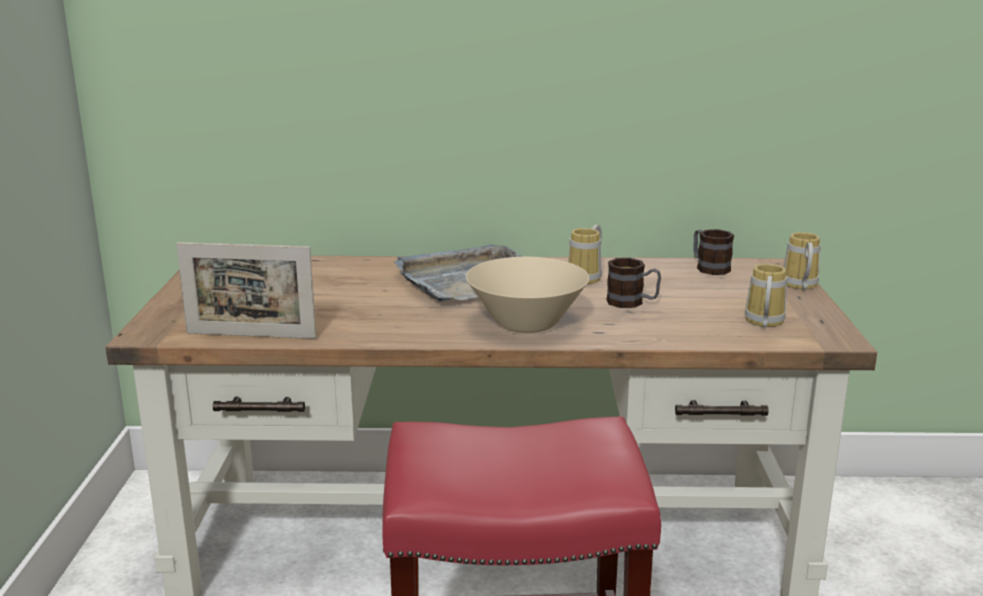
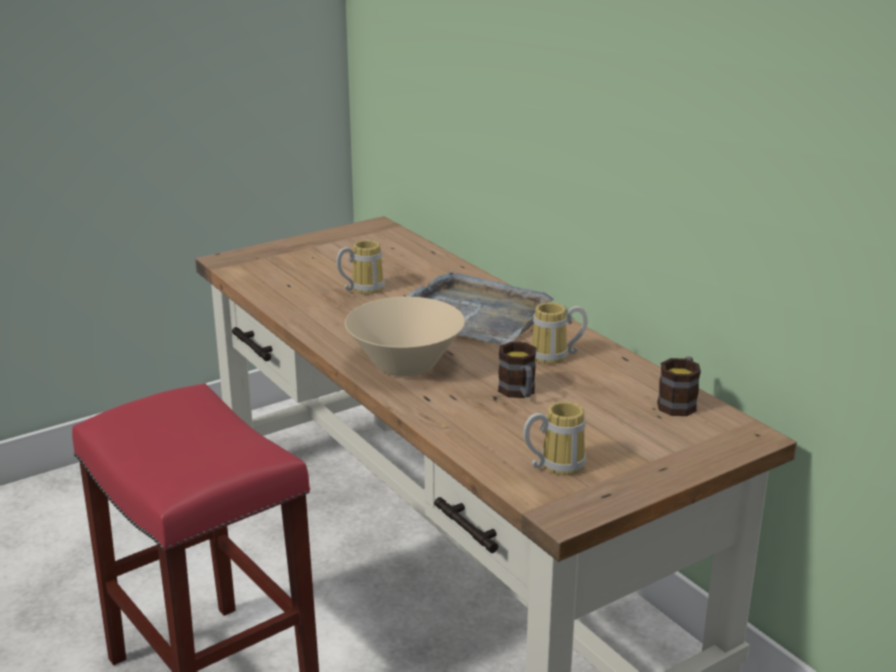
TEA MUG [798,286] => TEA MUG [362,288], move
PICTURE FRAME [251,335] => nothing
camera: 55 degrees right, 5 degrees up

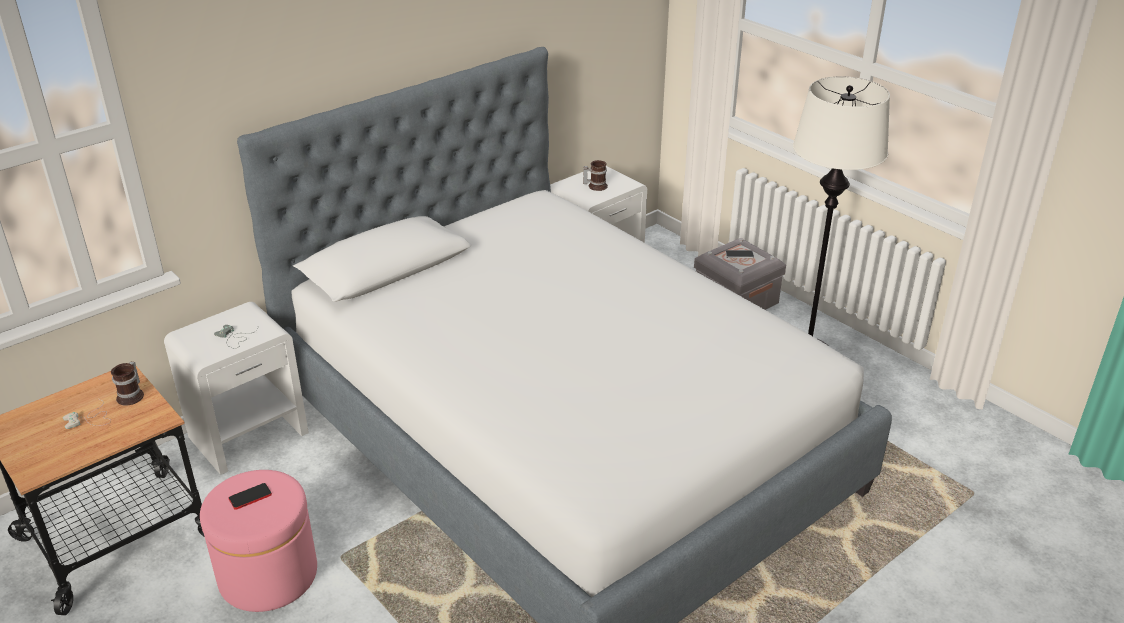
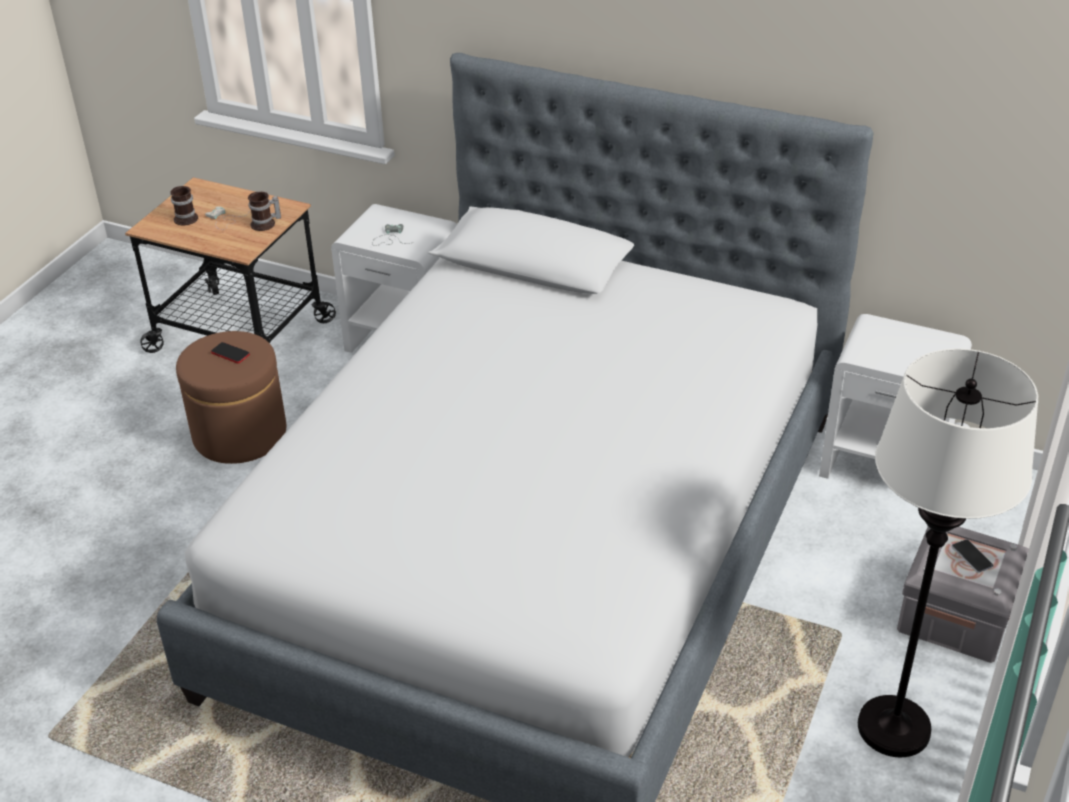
TEA MUG [595,186] => TEA MUG [186,217], move
PINK-COLOURED OTTOMAN [268,575] => BROWNISH OTTOMAN [240,434]
camera: 65 degrees right, 5 degrees up

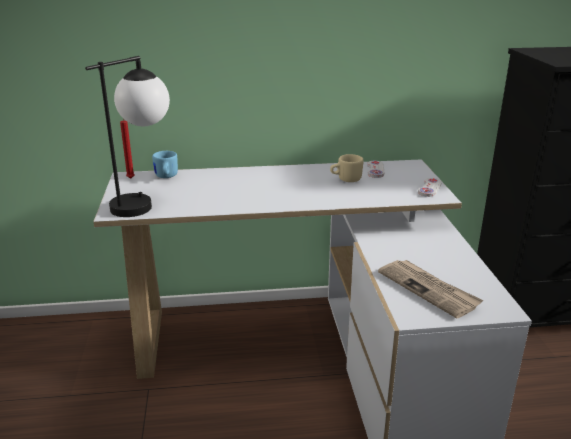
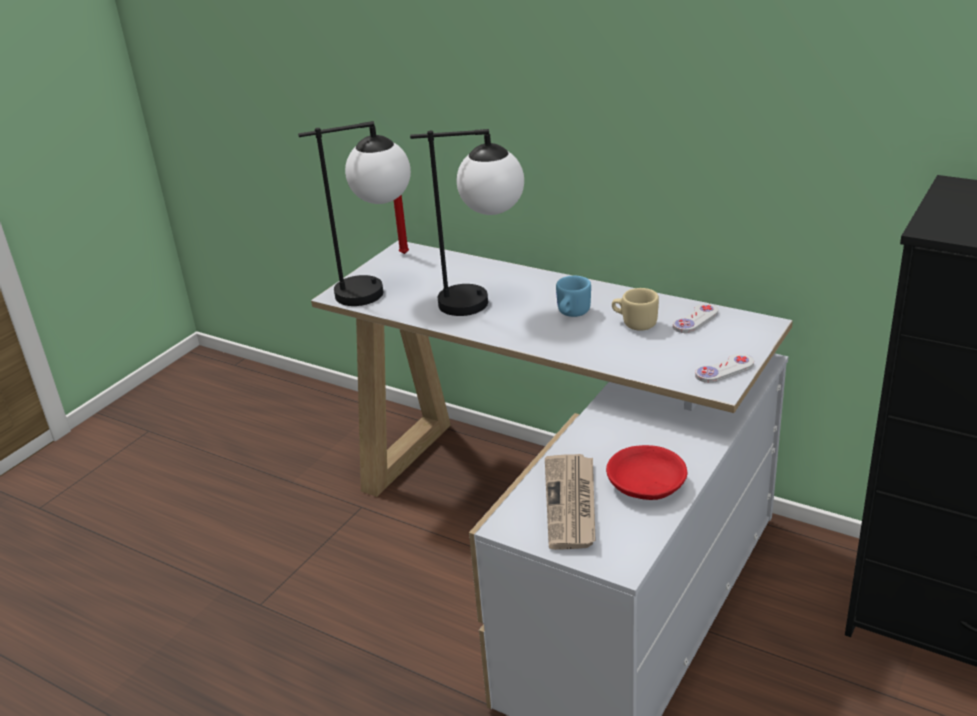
nothing => TABLE LAMP [484,302]
BLUE-COLOURED TEA MUG [166,177] => BLUE-COLOURED TEA MUG [571,314], move
nothing => RED DEEP DISH [646,484]
camera: 40 degrees right, 5 degrees up

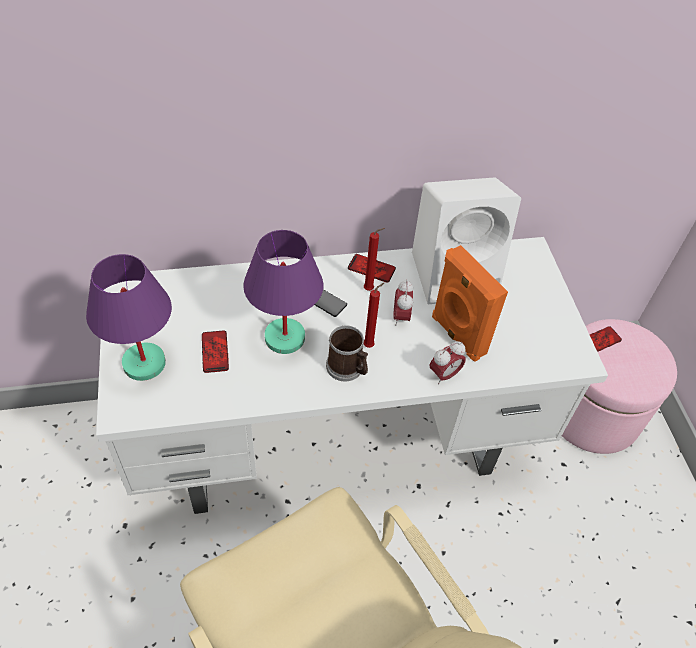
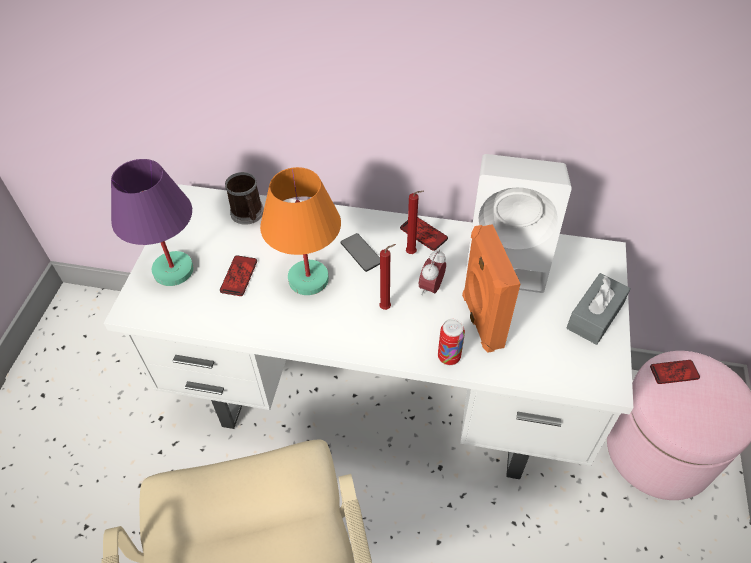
TEA MUG [347,368] => TEA MUG [248,215], move
PURPLE TABLE LAMP [284,338] => ORANGEY TABLE LAMP [307,279]
BEDSIDE CLOCK [444,374] => METAL CAN [449,357]
nothing => GRAY BOX OF TISSUES [595,316]
camera: 25 degrees right, 0 degrees up

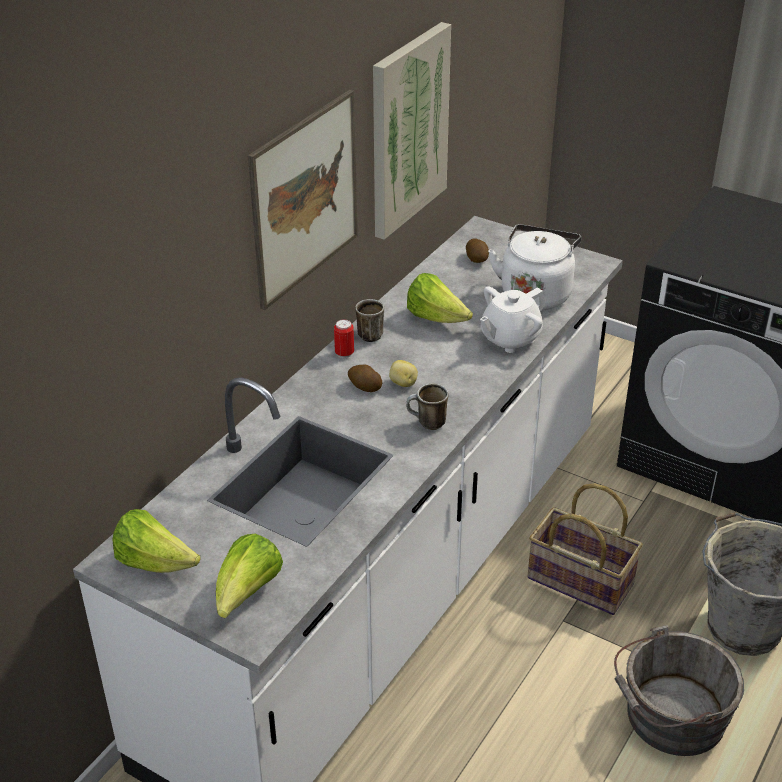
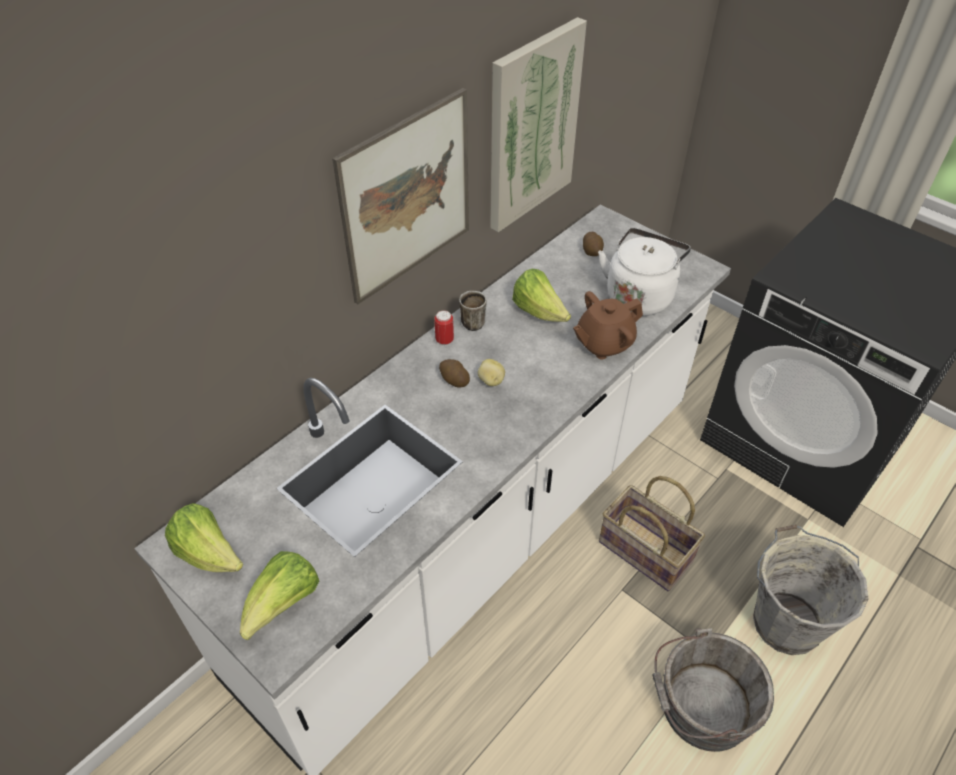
WHITISH TEA POT [510,339] => BROWNISH TEA POT [603,343]
TEA MUG [426,424] => nothing
camera: 10 degrees right, 10 degrees up

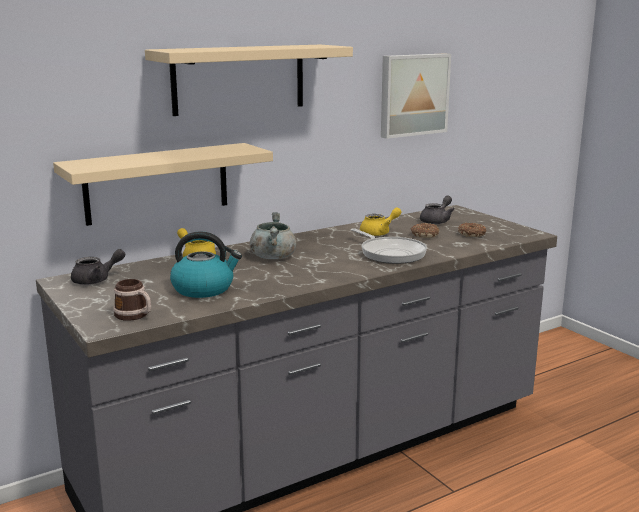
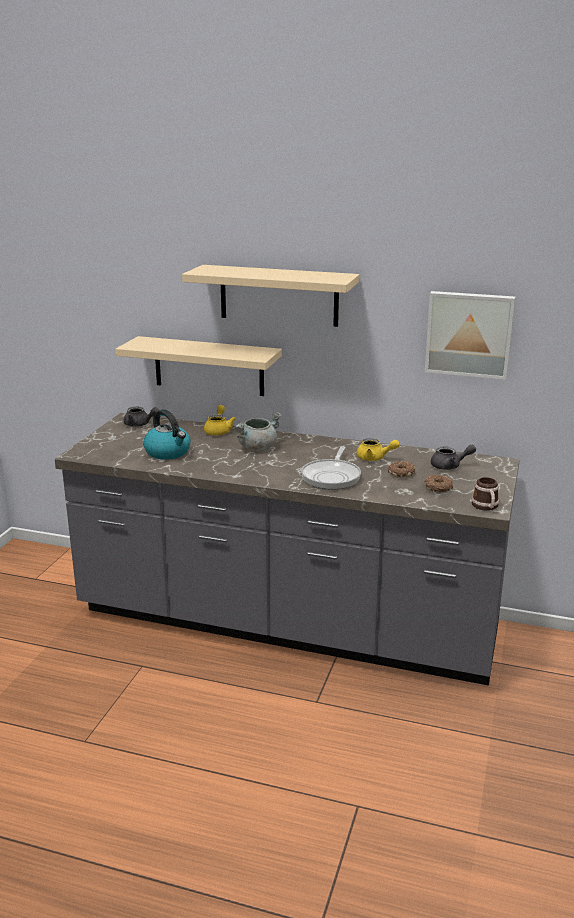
TEA MUG [135,316] => TEA MUG [486,507], move
camera: 50 degrees right, 5 degrees up

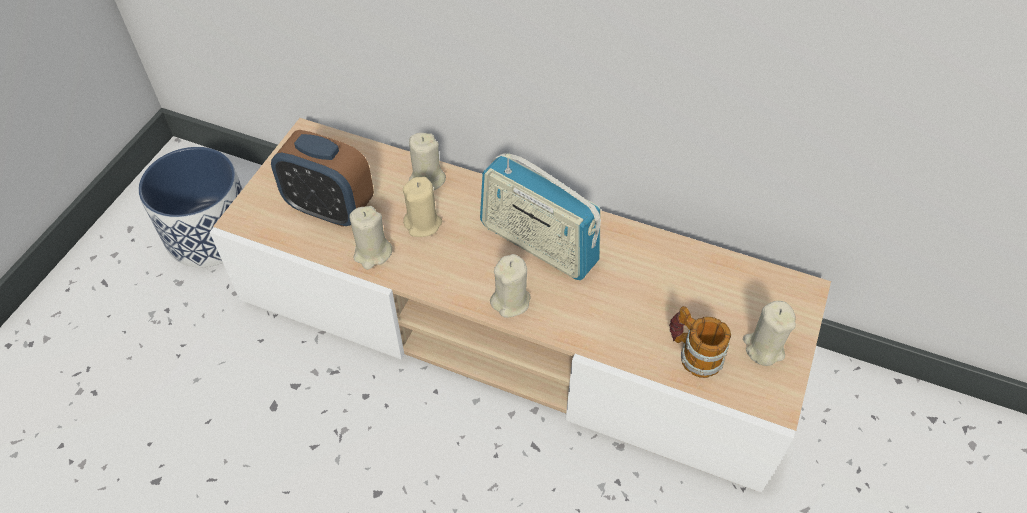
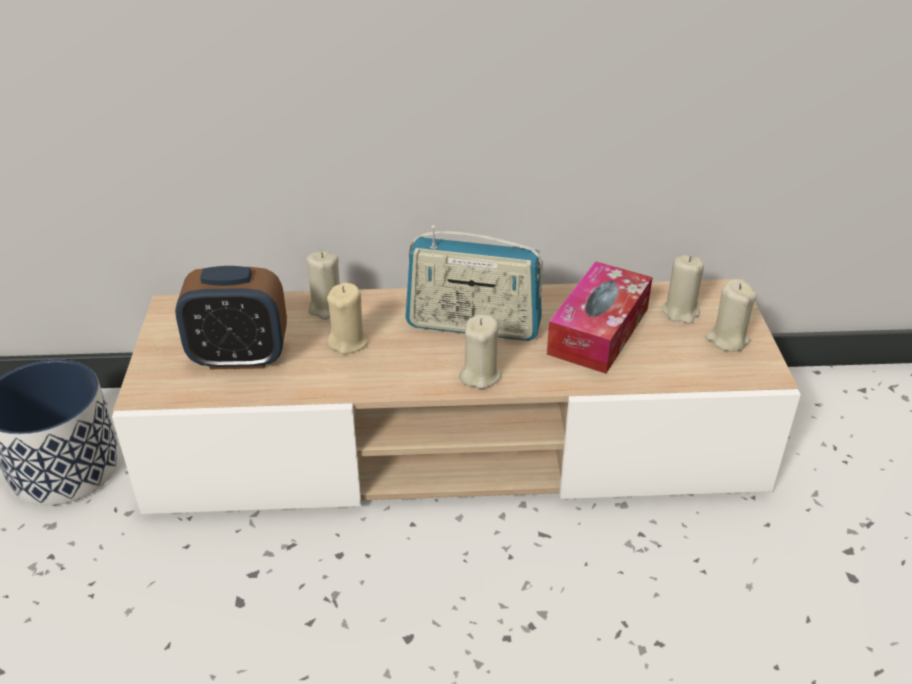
nothing => BOX OF TISSUES [598,331]
BEIGE WAX CANDLE [372,253] => BEIGE WAX CANDLE [681,312], move
TEA MUG [693,354] => nothing
camera: 25 degrees left, 15 degrees down

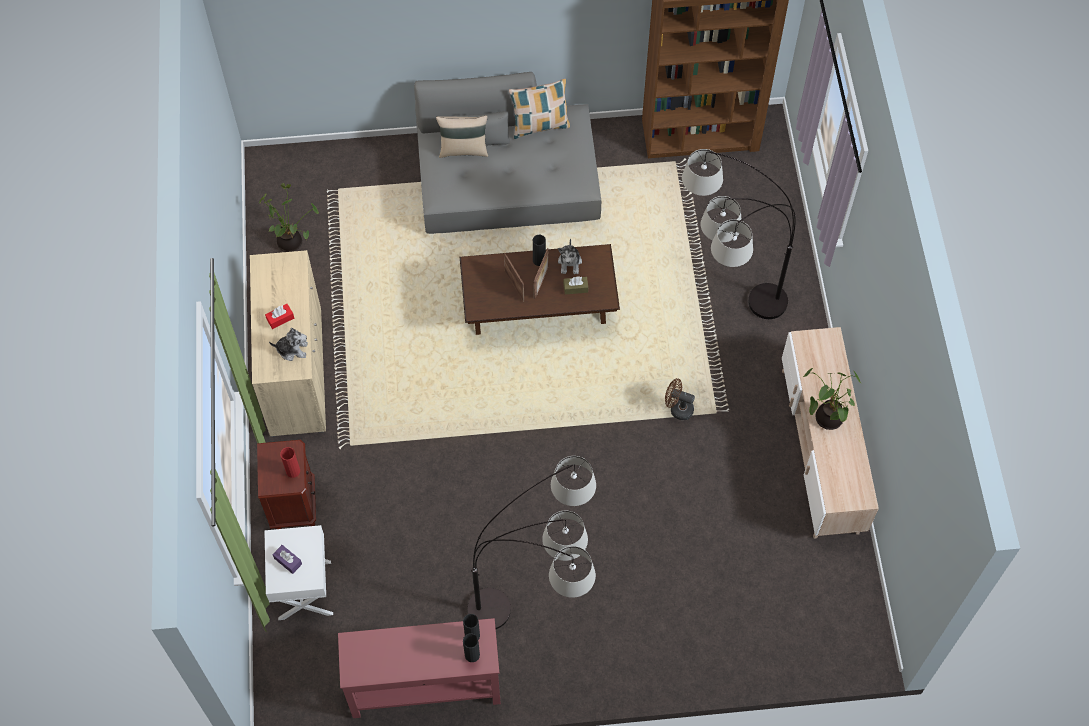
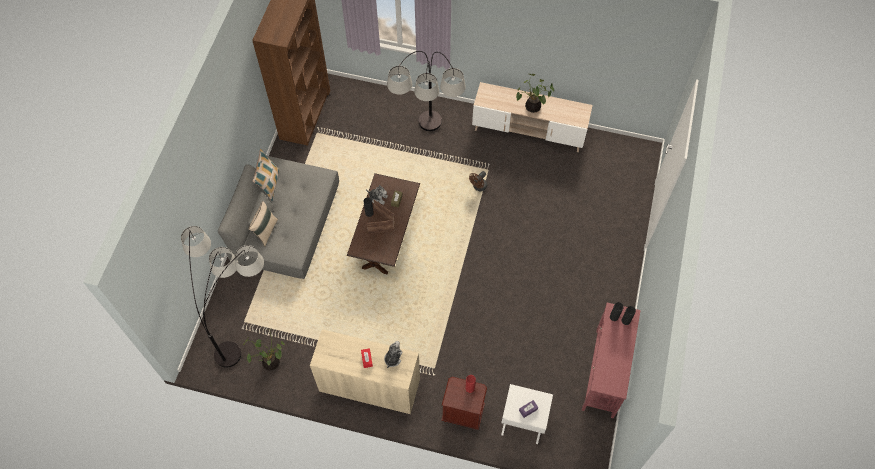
STANDARD LAMP [542,610] => STANDARD LAMP [242,326], move
camera: 70 degrees left, 0 degrees up

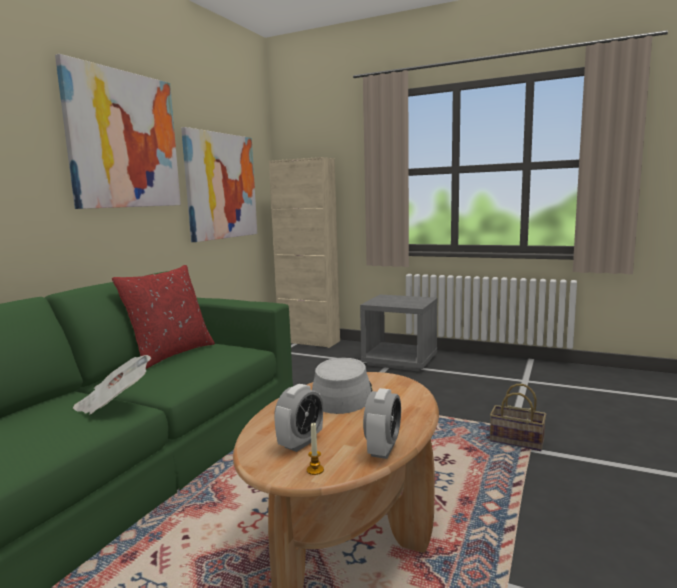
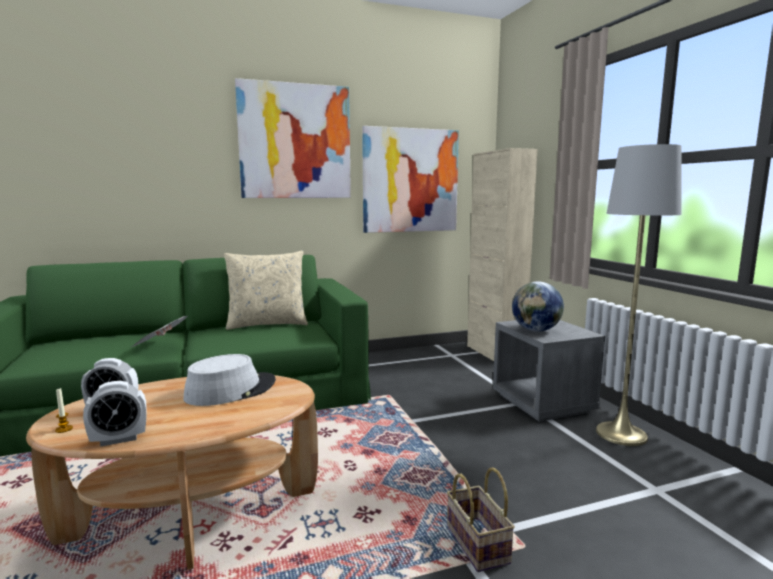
RED PILLOW [170,354] => BEIGE PILLOW [267,324]
nothing => GLOBE [536,330]
nothing => GRAY STANDARD LAMP [621,434]
camera: 45 degrees right, 0 degrees up

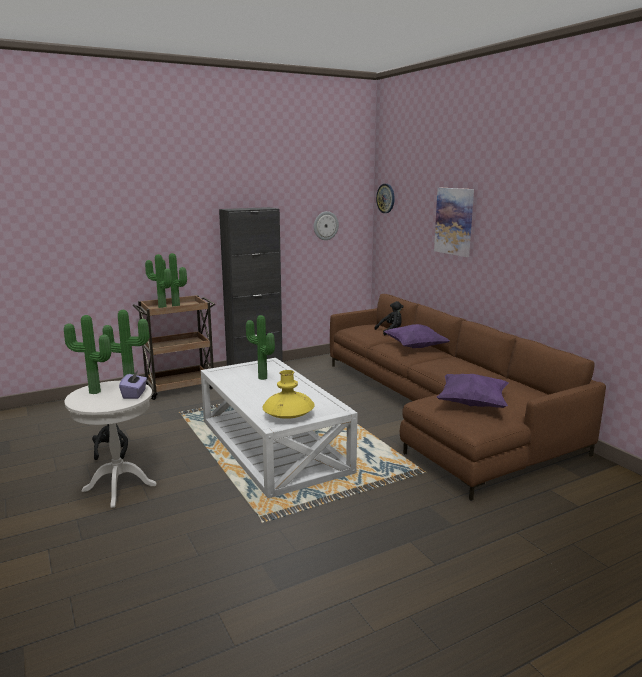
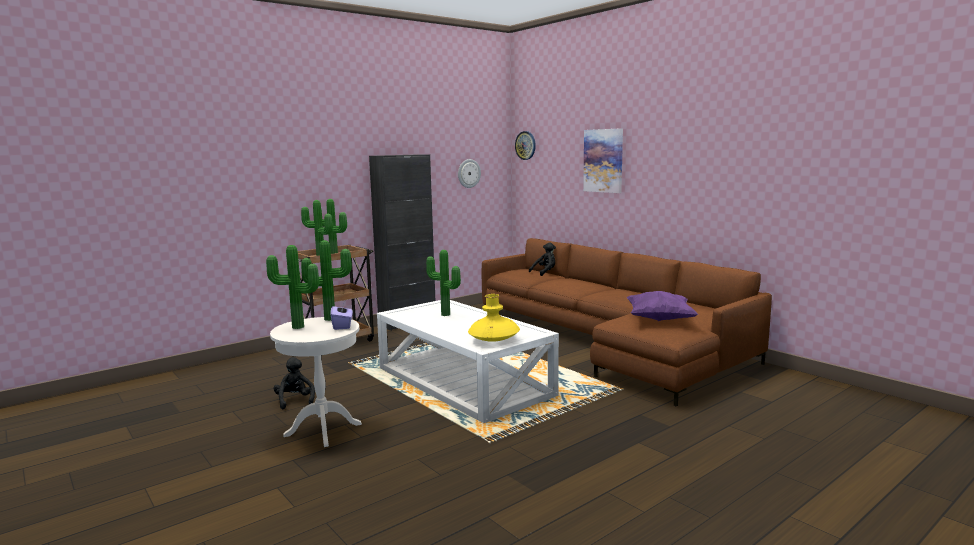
PURPLE PILLOW [415,347] => nothing
camera: 10 degrees left, 5 degrees down

